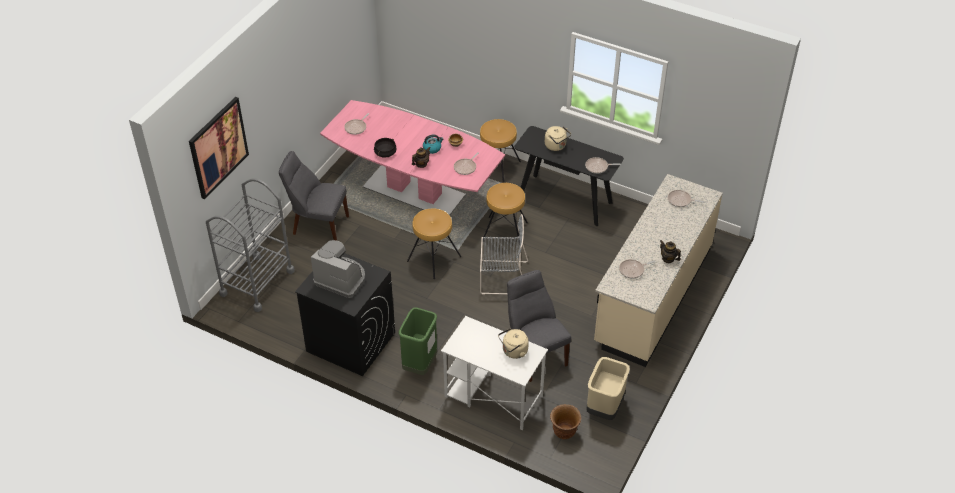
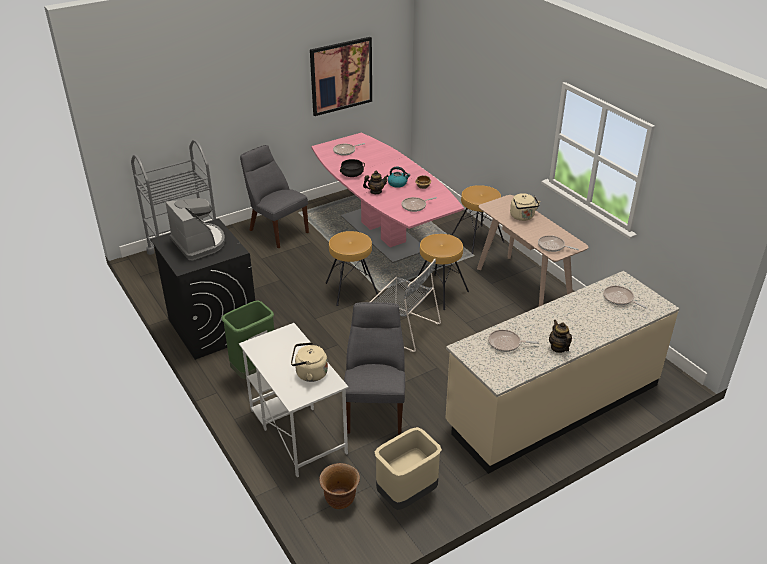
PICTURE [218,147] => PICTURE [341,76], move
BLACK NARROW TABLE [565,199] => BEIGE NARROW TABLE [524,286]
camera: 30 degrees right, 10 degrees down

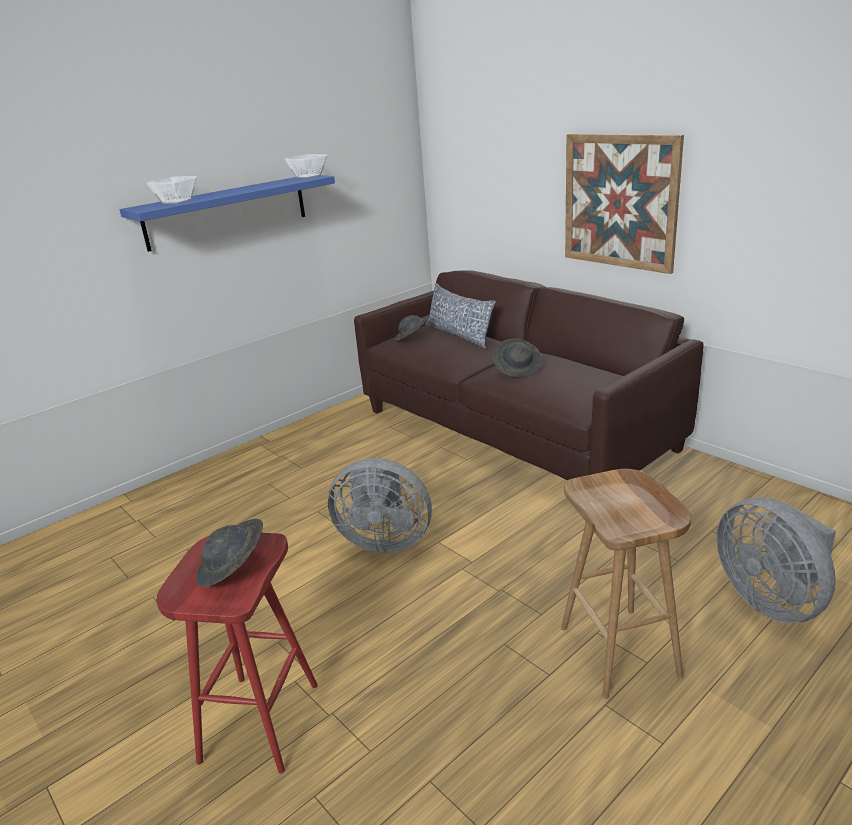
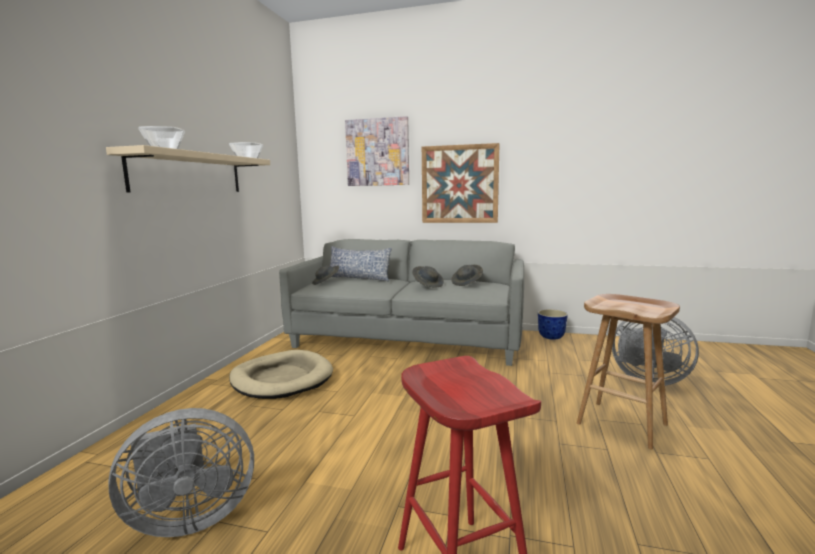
BLUE-COLOURED BRACKET SHELF [227,211] => BEIGE BRACKET SHELF [189,173]
GRAY COOLING FAN [384,540] => GRAY COOLING FAN [188,518], move
nothing => BEIGE PET BED [282,379]
BROWNISH COUCH [513,430] => GRAY COUCH [408,339]
nothing => PICTURE [377,152]
GRAY HAT [233,569] => GRAY HAT [467,283], move
nothing => PLANT POT [551,337]
camera: 35 degrees left, 15 degrees down

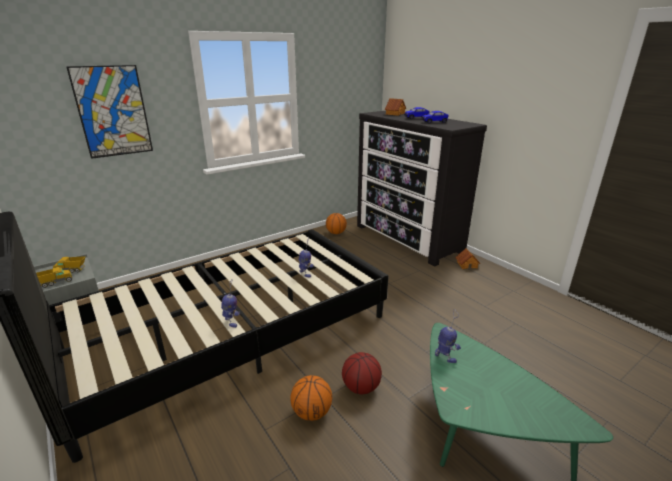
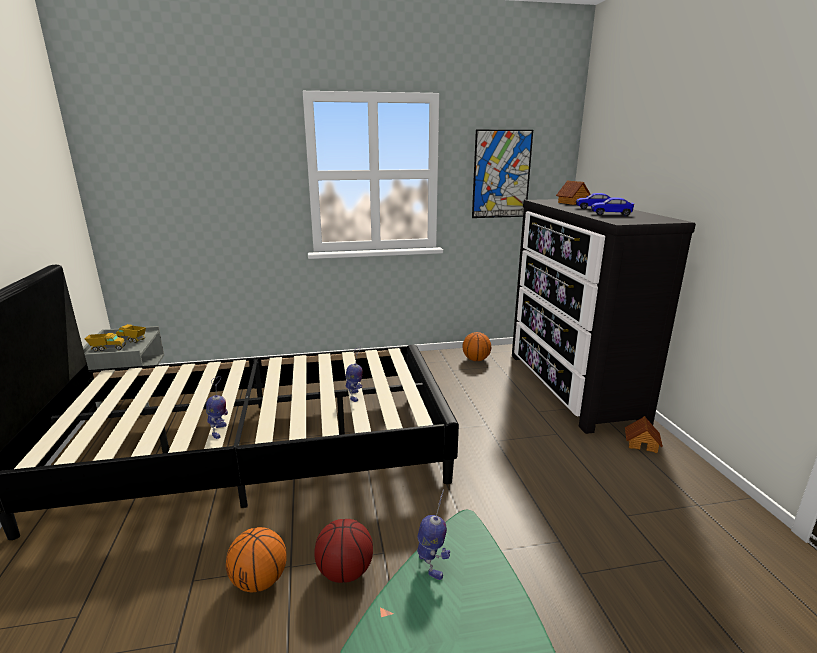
PICTURE [113,112] => PICTURE [501,174], move
camera: 25 degrees right, 5 degrees down

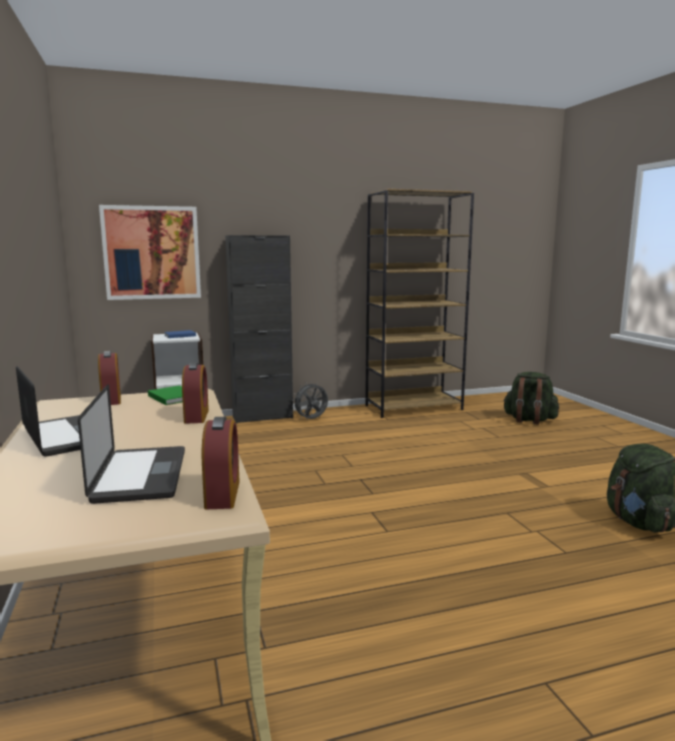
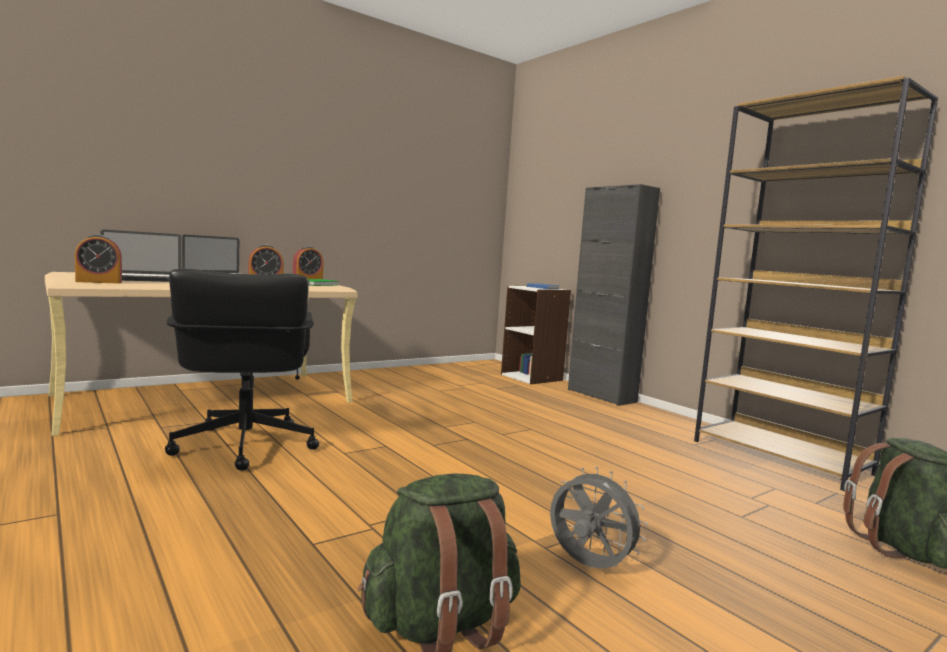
nothing => BLACK OFFICE CHAIR [243,446]
GRAY COOLING FAN [311,420] => GRAY COOLING FAN [588,567], move
PICTURE [152,253] => nothing
camera: 70 degrees right, 5 degrees down

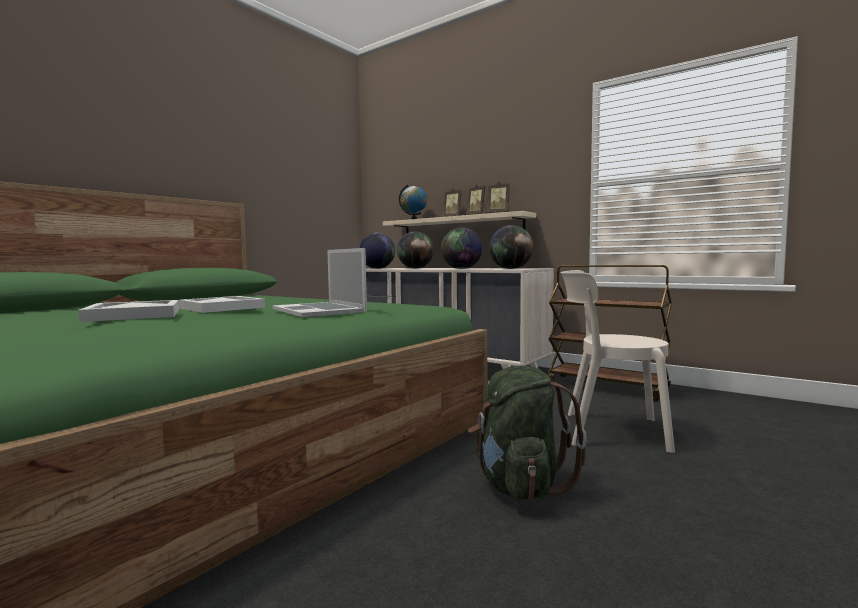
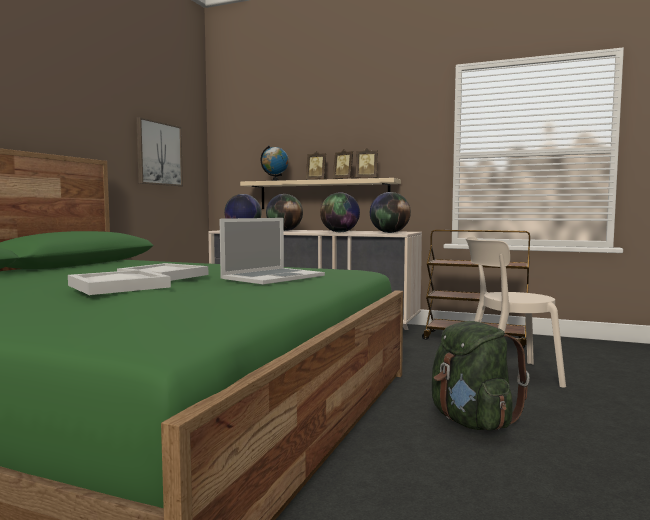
nothing => PICTURE [159,153]
NOTEBOOK COMPUTER [319,310] => NOTEBOOK COMPUTER [273,277], 90 degrees counterclockwise
camera: 15 degrees left, 0 degrees up

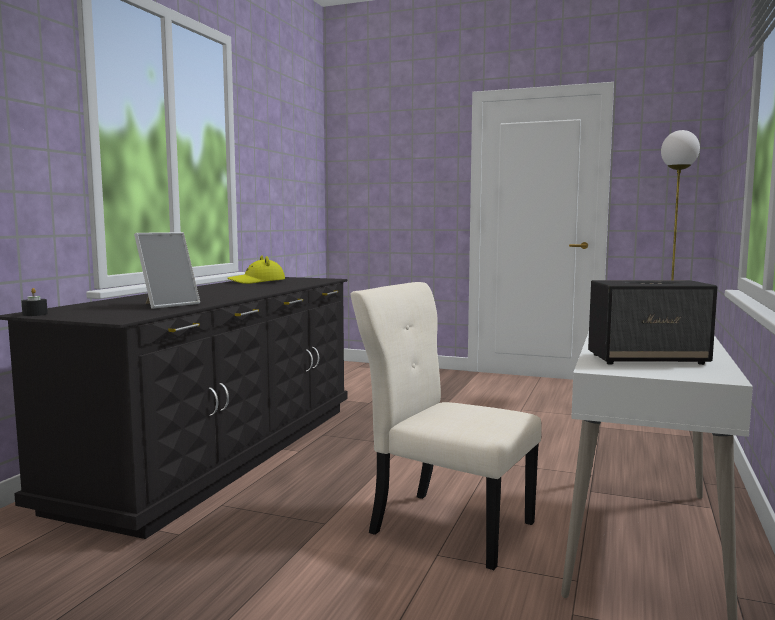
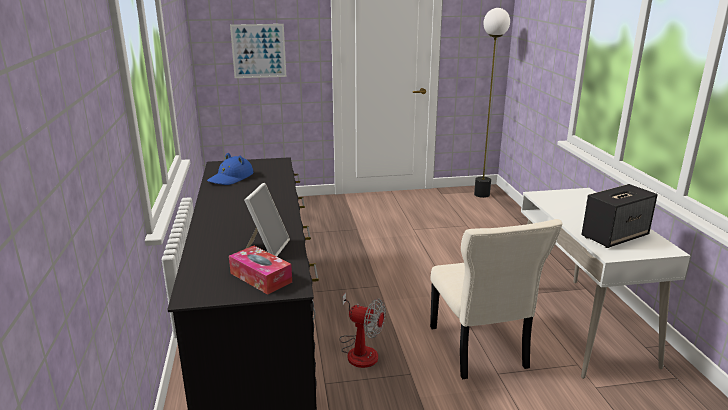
YELLOW HAT [257,281] => BLUE-COLOURED HAT [231,178]
nothing => BOX OF TISSUES [261,277]
nothing => PICTURE [258,51]
nothing => COOLING FAN [360,350]
BEIGE PLAIN CHAIR [446,526] => BEIGE PLAIN CHAIR [479,349], 105 degrees counterclockwise
BLACK WAX CANDLE [35,314] => nothing
camera: 30 degrees left, 15 degrees up

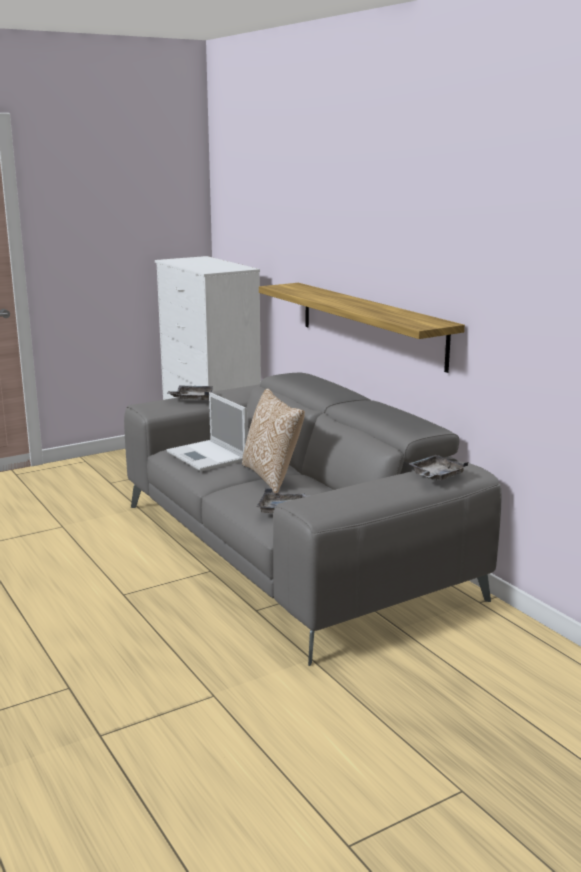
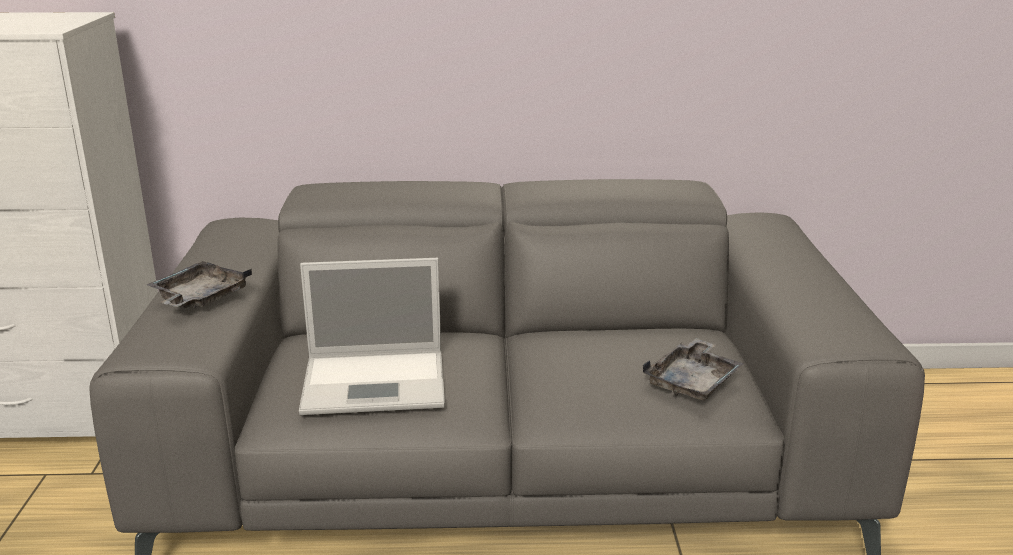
PILLOW [272,477] => nothing
BRACKET SHELF [370,324] => nothing
GRAY TRAY [436,476] => nothing
camera: 60 degrees left, 5 degrees up

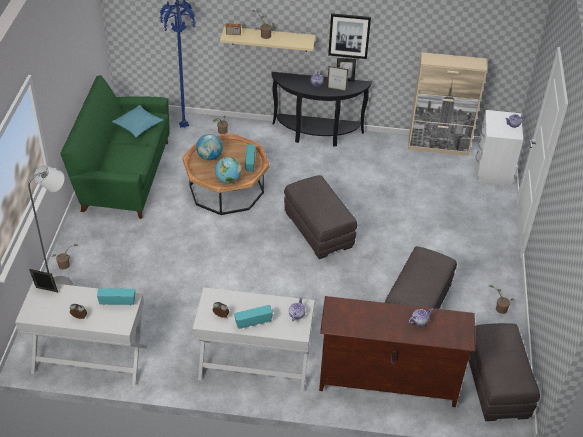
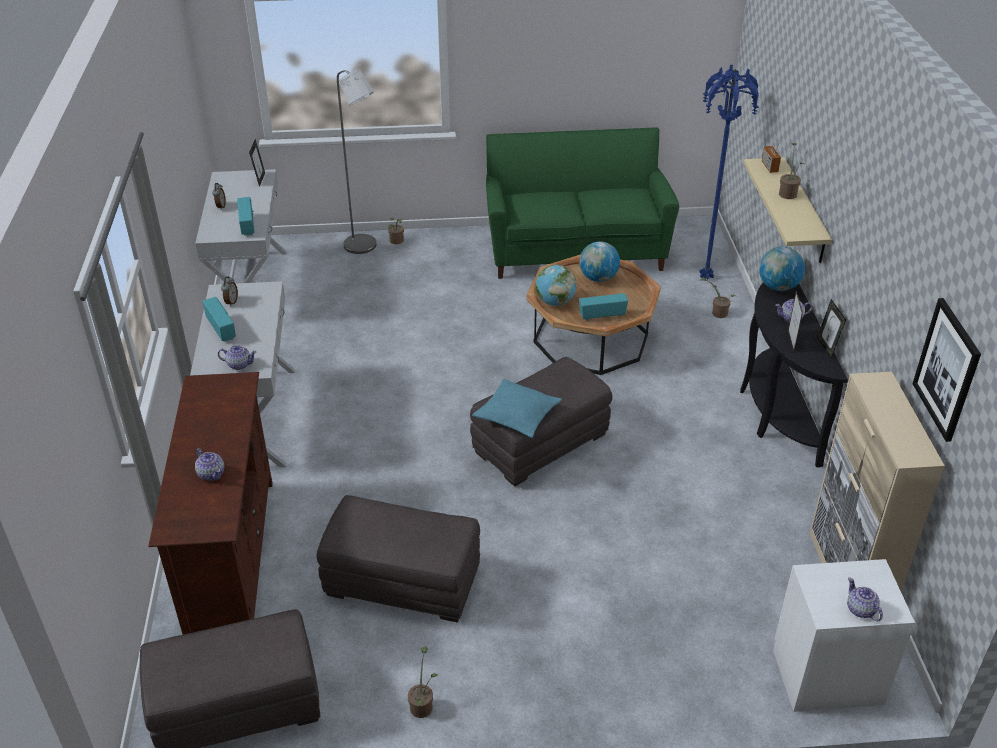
TURQUOISE-COLOURED PILLOW [138,125] => TURQUOISE-COLOURED PILLOW [517,415], move
nothing => GLOBE [778,287]
PICTURE [349,35] => PICTURE [947,369], move
camera: 80 degrees right, 5 degrees down

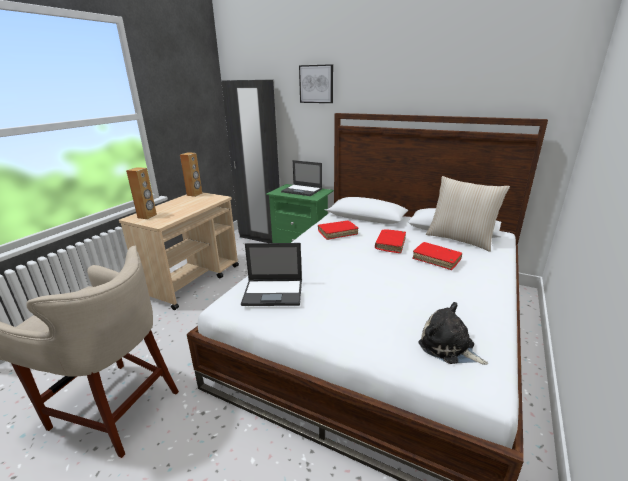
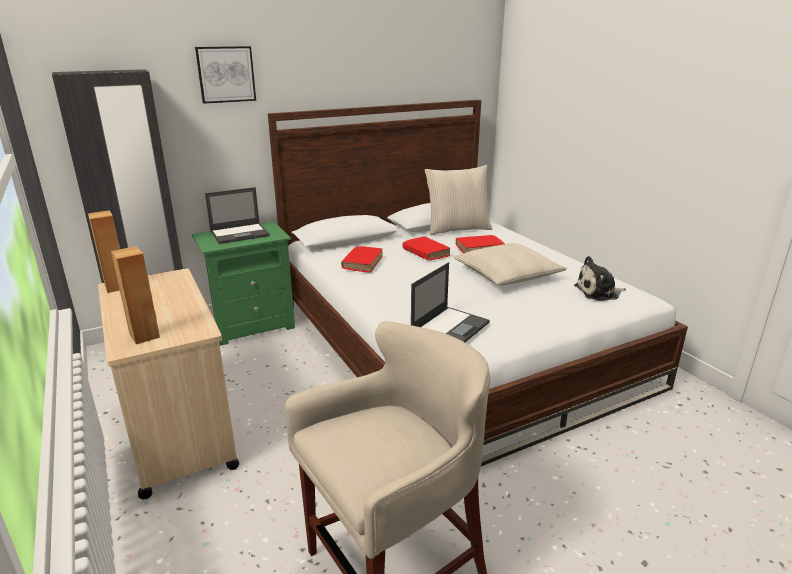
nothing => BEIGE PILLOW [506,274]
camera: 55 degrees left, 0 degrees up

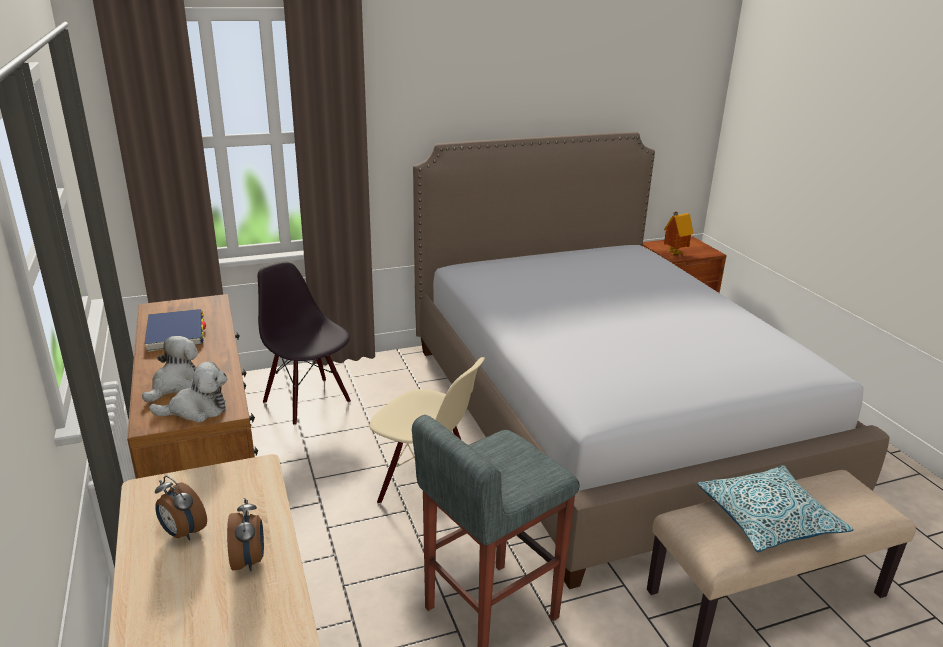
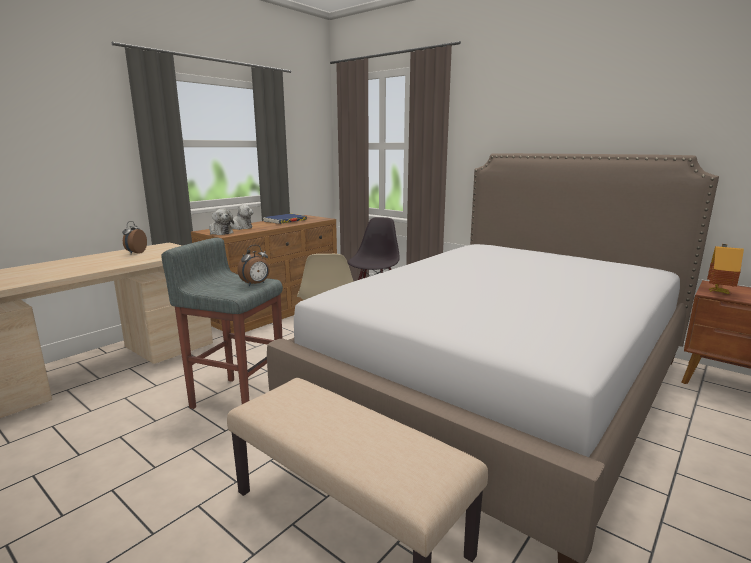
BEDSIDE CLOCK [249,560] => BEDSIDE CLOCK [256,284], move
PILLOW [768,519] => nothing
camera: 60 degrees right, 10 degrees down

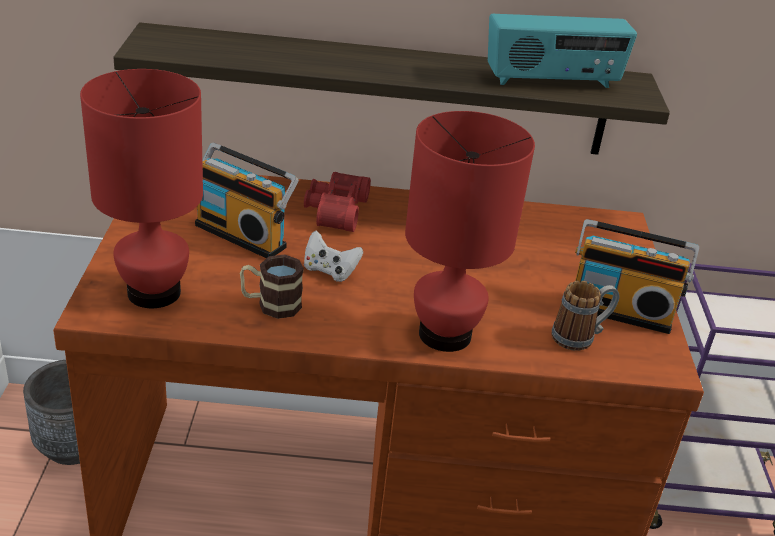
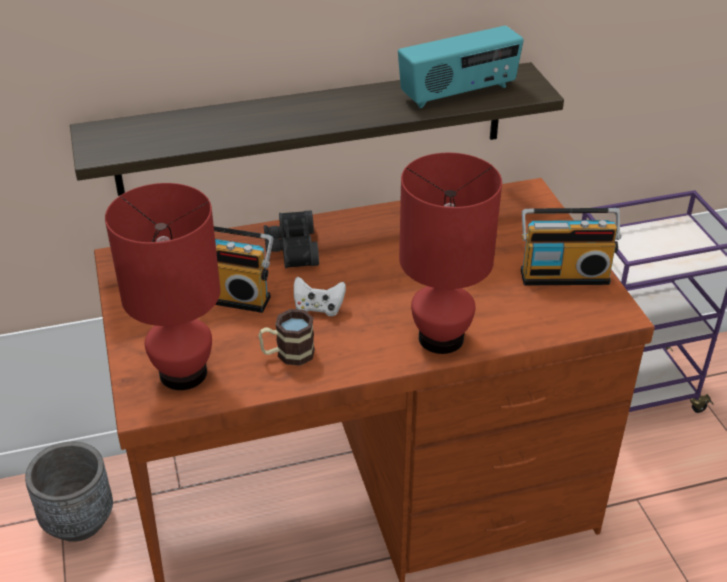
RED PAIR OF BINOCULARS [334,210] => BLACK PAIR OF BINOCULARS [290,248]
TEA MUG [580,337] => nothing
camera: 15 degrees left, 5 degrees up

